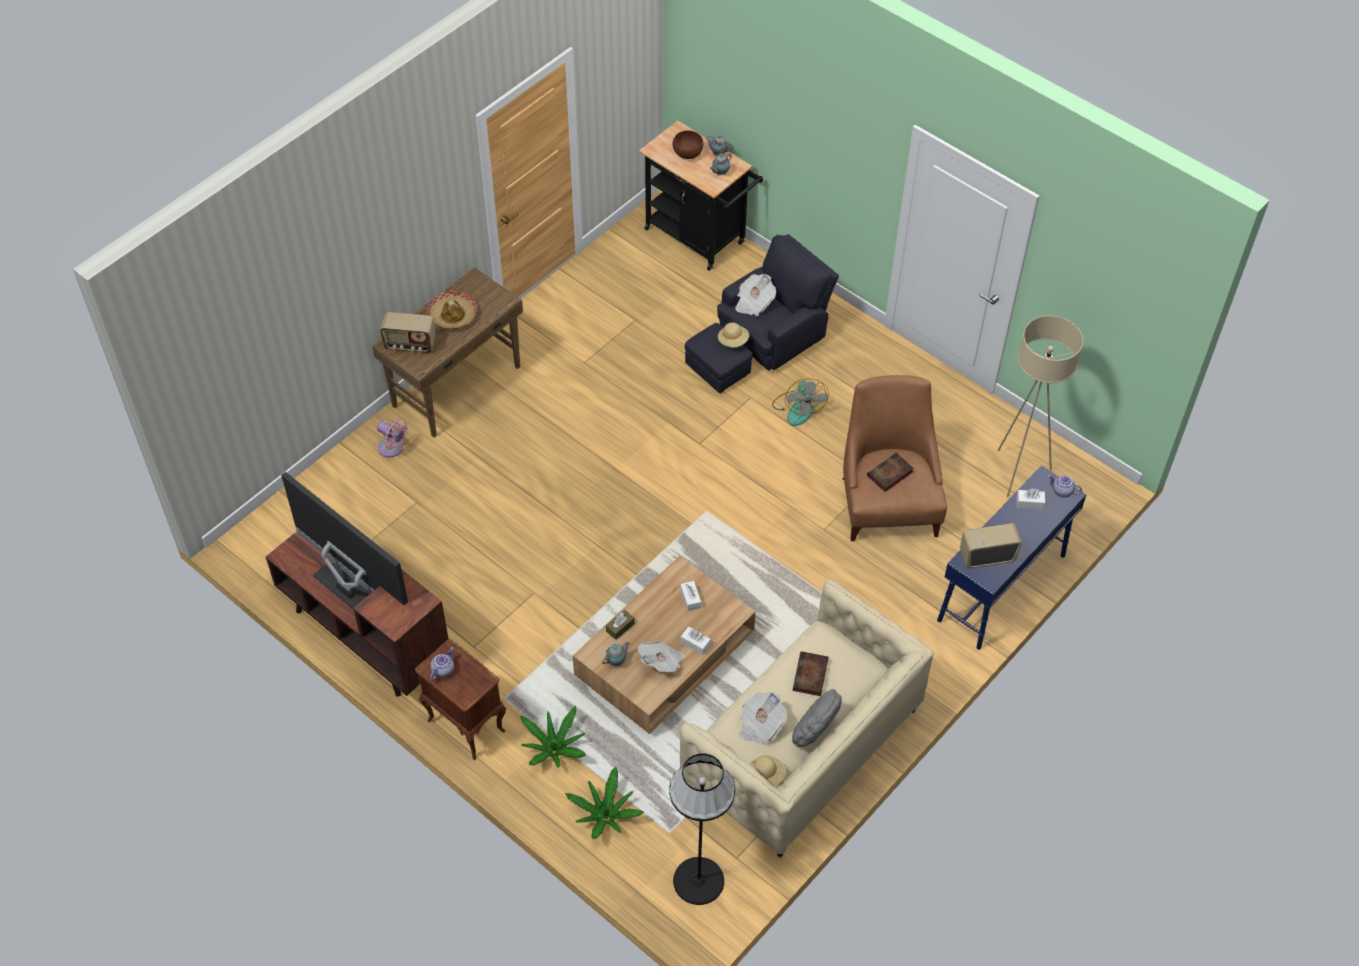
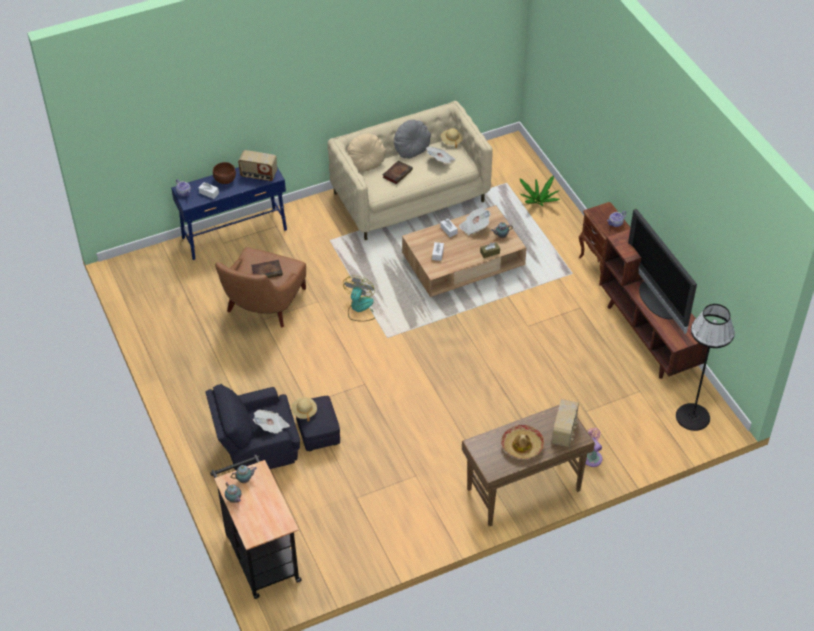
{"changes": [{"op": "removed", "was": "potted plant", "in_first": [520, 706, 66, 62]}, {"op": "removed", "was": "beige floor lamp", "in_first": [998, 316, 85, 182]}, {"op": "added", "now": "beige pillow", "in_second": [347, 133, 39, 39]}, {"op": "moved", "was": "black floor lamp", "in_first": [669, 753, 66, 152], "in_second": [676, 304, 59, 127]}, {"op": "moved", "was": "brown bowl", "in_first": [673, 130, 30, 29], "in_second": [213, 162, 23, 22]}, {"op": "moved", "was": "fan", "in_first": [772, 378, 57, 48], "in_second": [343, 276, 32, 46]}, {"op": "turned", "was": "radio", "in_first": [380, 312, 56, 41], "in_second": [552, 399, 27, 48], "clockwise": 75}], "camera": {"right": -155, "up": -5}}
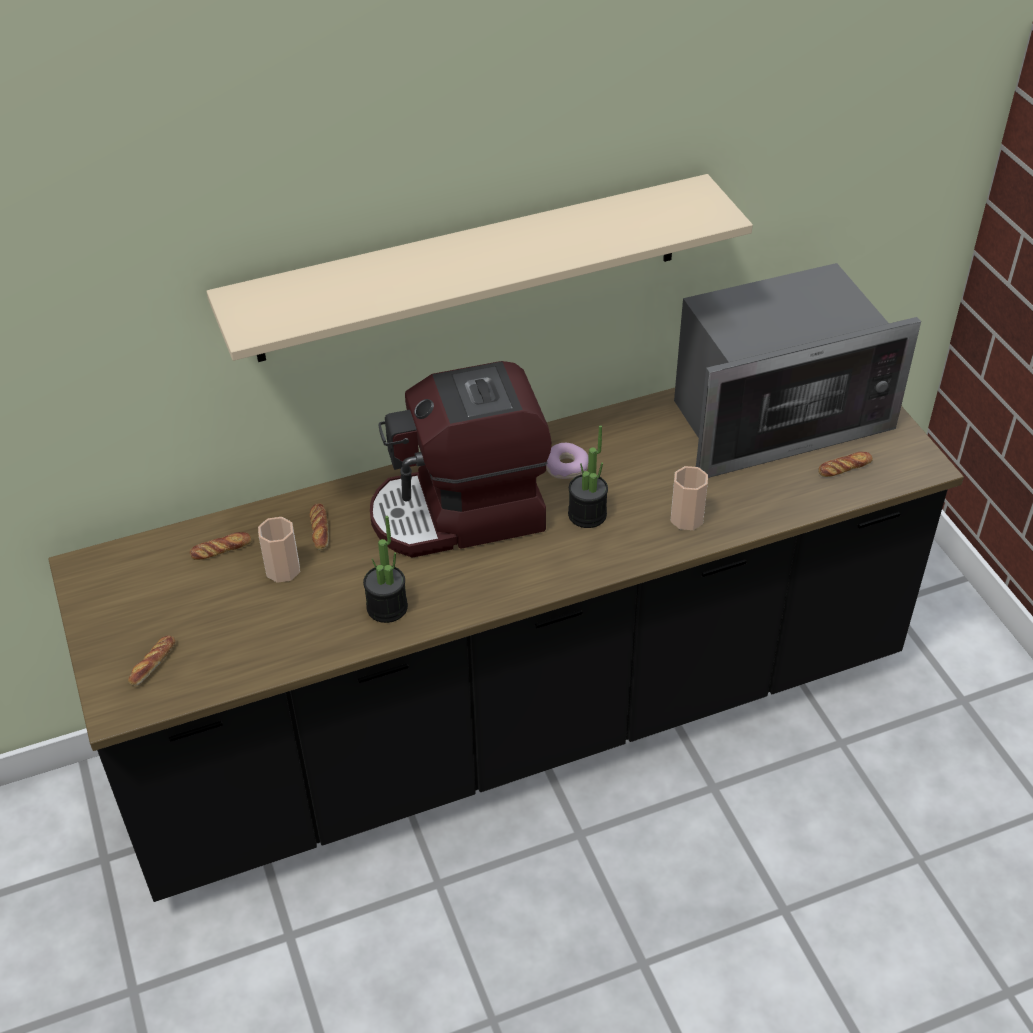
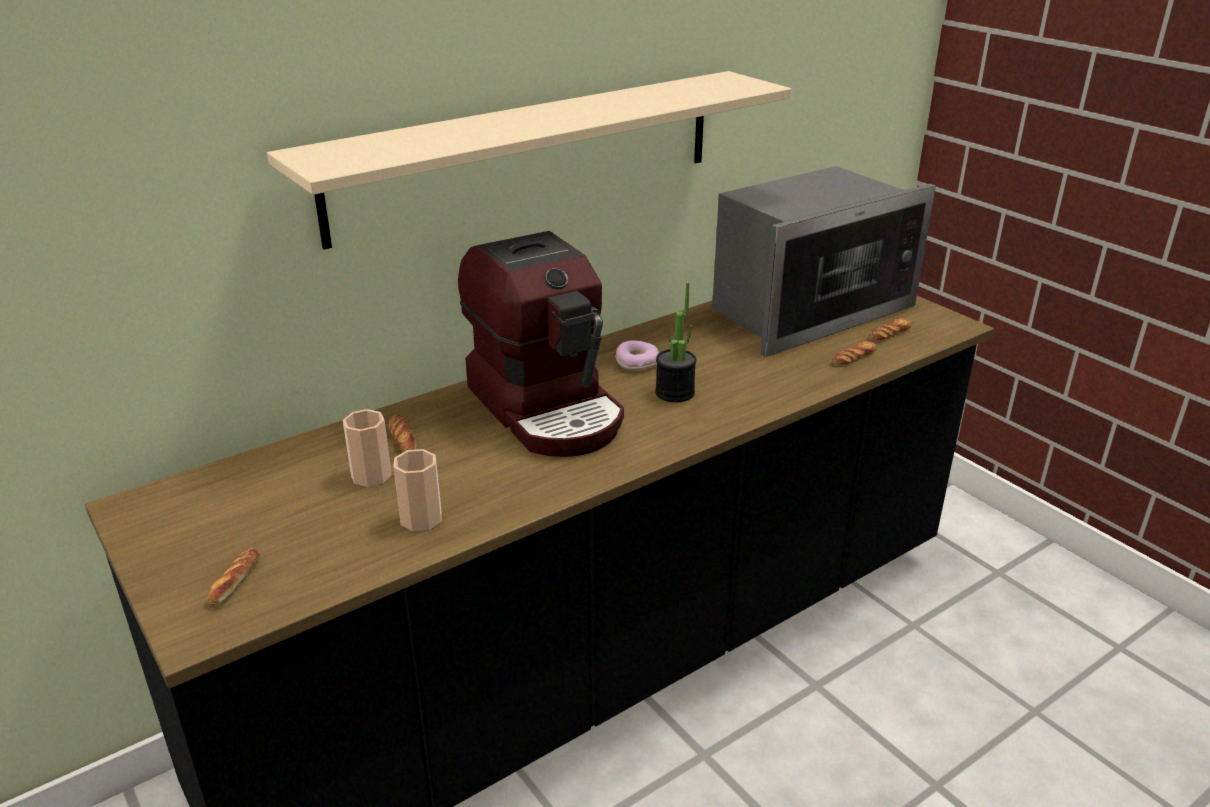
{"changes": [{"op": "removed", "was": "potted plant", "in_first": [363, 516, 45, 107]}, {"op": "moved", "was": "bread", "in_first": [190, 532, 62, 28], "in_second": [832, 341, 45, 25]}, {"op": "moved", "was": "cup", "in_first": [671, 466, 37, 64], "in_second": [393, 449, 49, 82]}, {"op": "turned", "was": "coffee machine", "in_first": [370, 361, 182, 197], "in_second": [458, 231, 166, 226], "clockwise": -90}], "camera": {"right": -15, "up": -15}}
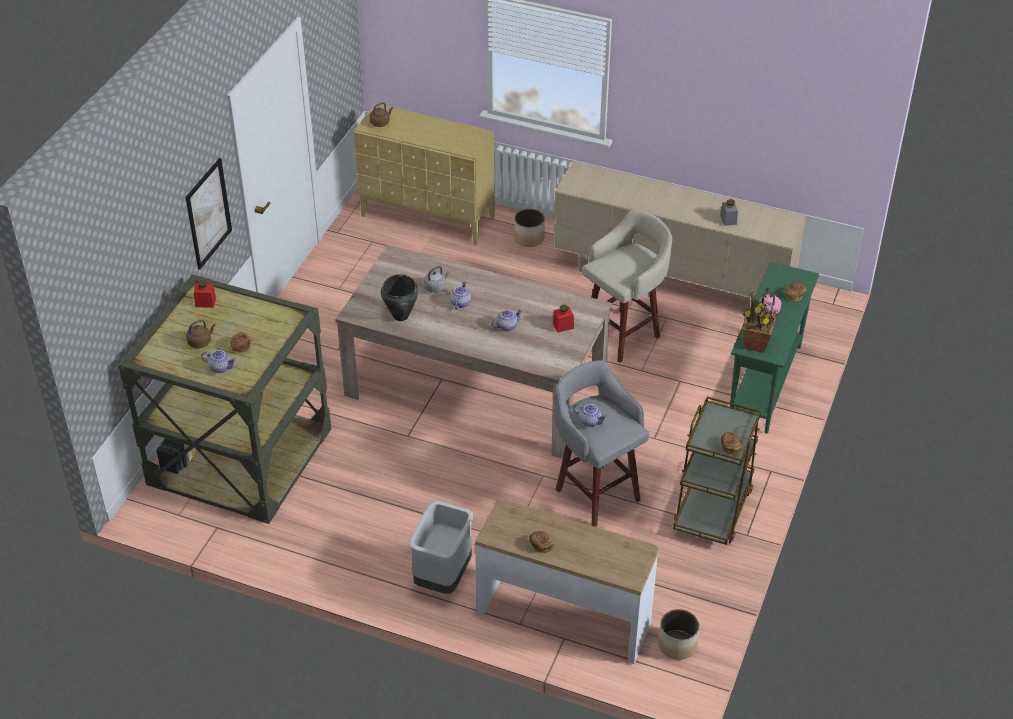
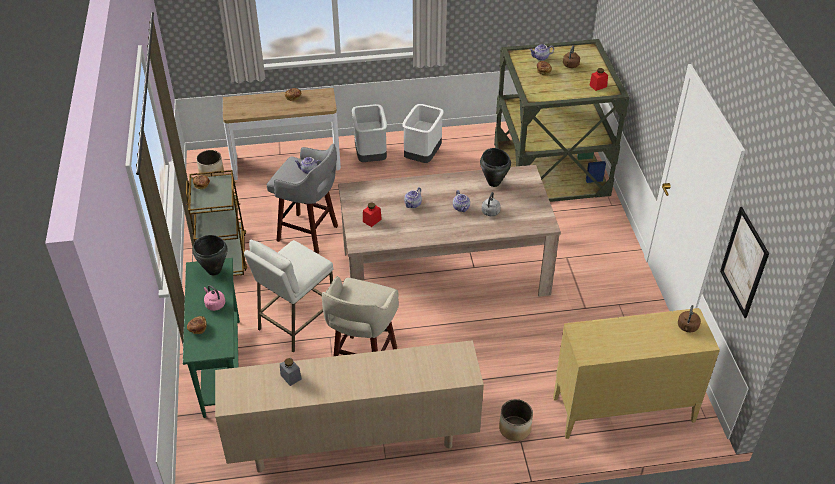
{"changes": [{"op": "added", "now": "white stool", "in_second": [244, 240, 90, 113]}, {"op": "added", "now": "white trash can", "in_second": [402, 104, 42, 59]}, {"op": "moved", "was": "picture", "in_first": [186, 158, 46, 112], "in_second": [720, 207, 49, 111]}, {"op": "replaced", "was": "potted plant", "now": "black cooking pot", "in_first": [742, 288, 36, 65], "in_second": [193, 235, 35, 40]}], "camera": {"right": 150, "up": 0}}
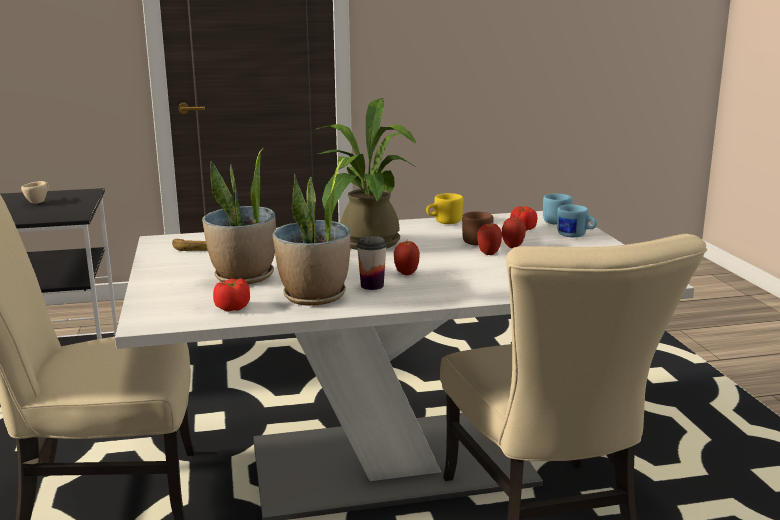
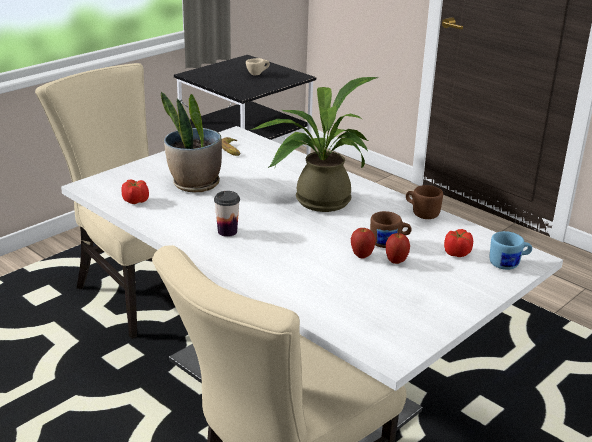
{"changes": [{"op": "removed", "was": "potted plant", "in_first": [272, 158, 78, 148]}, {"op": "removed", "was": "apple", "in_first": [394, 241, 26, 34]}, {"op": "removed", "was": "blue mug", "in_first": [557, 205, 40, 32]}, {"op": "recoloured", "was": "yellow mug", "now": "brown mug", "in_first": [426, 193, 37, 31], "in_second": [406, 185, 37, 34]}], "camera": {"right": 55, "up": 10}}
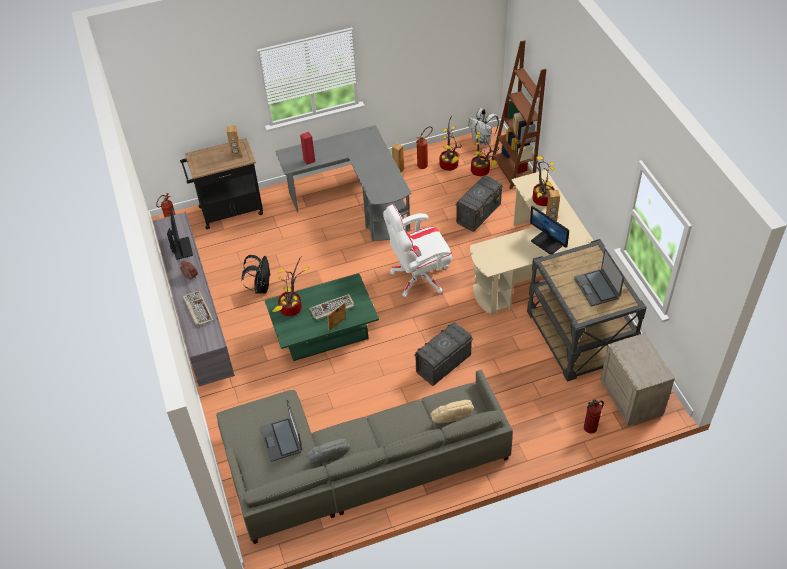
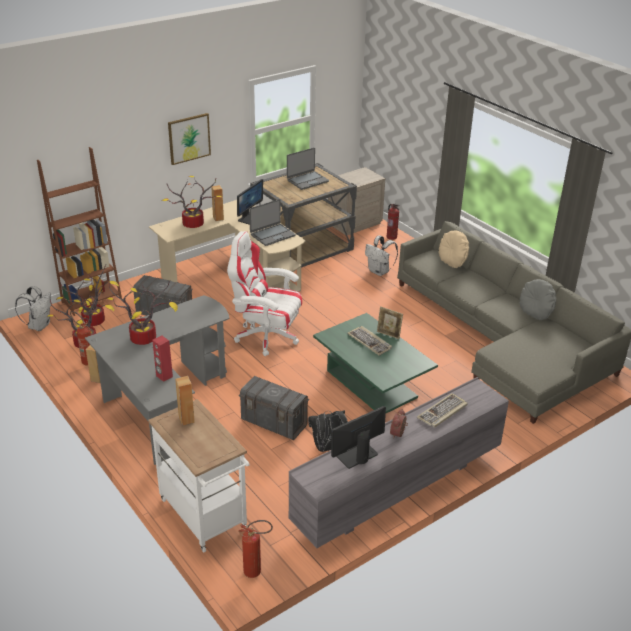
{"changes": [{"op": "added", "now": "picture", "in_second": [168, 113, 43, 52]}, {"op": "added", "now": "white backpack", "in_second": [365, 235, 33, 41]}, {"op": "moved", "was": "laptop", "in_first": [260, 400, 42, 62], "in_second": [249, 199, 47, 47]}, {"op": "moved", "was": "potted plant", "in_first": [272, 256, 38, 60], "in_second": [107, 281, 71, 64]}, {"op": "moved", "was": "grey storage box", "in_first": [414, 322, 59, 64], "in_second": [239, 376, 70, 64]}, {"op": "recoloured", "was": "black cart", "now": "white cart", "in_first": [180, 138, 83, 92], "in_second": [148, 399, 101, 153]}, {"op": "turned", "was": "white office chair", "in_first": [383, 204, 69, 93], "in_second": [227, 231, 75, 125], "clockwise": 150}], "camera": {"right": -110, "up": -15}}
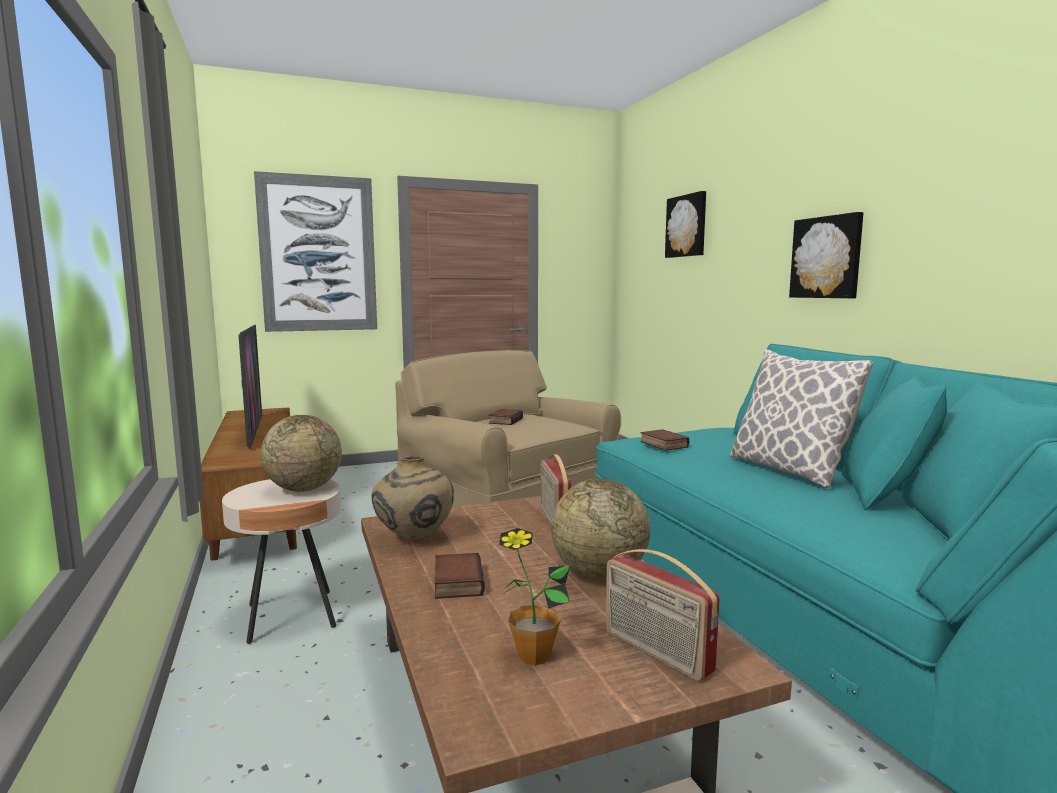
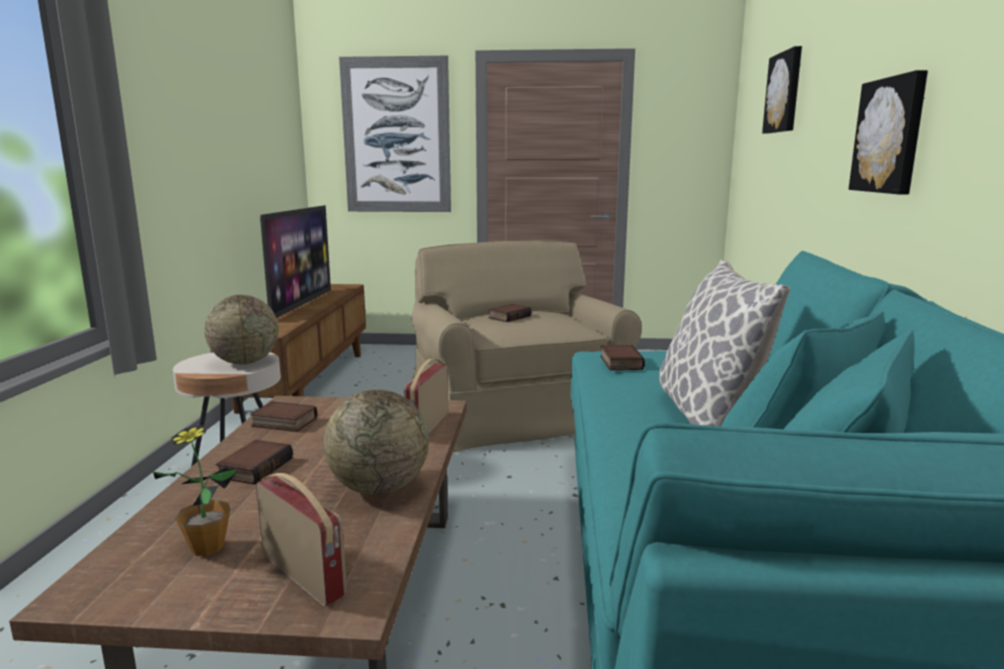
{"changes": [{"op": "replaced", "was": "beige vase", "now": "book", "in_first": [372, 456, 82, 85], "in_second": [250, 402, 67, 30]}, {"op": "turned", "was": "radio", "in_first": [606, 549, 113, 132], "in_second": [256, 473, 91, 133], "clockwise": 150}], "camera": {"right": 25, "up": 5}}
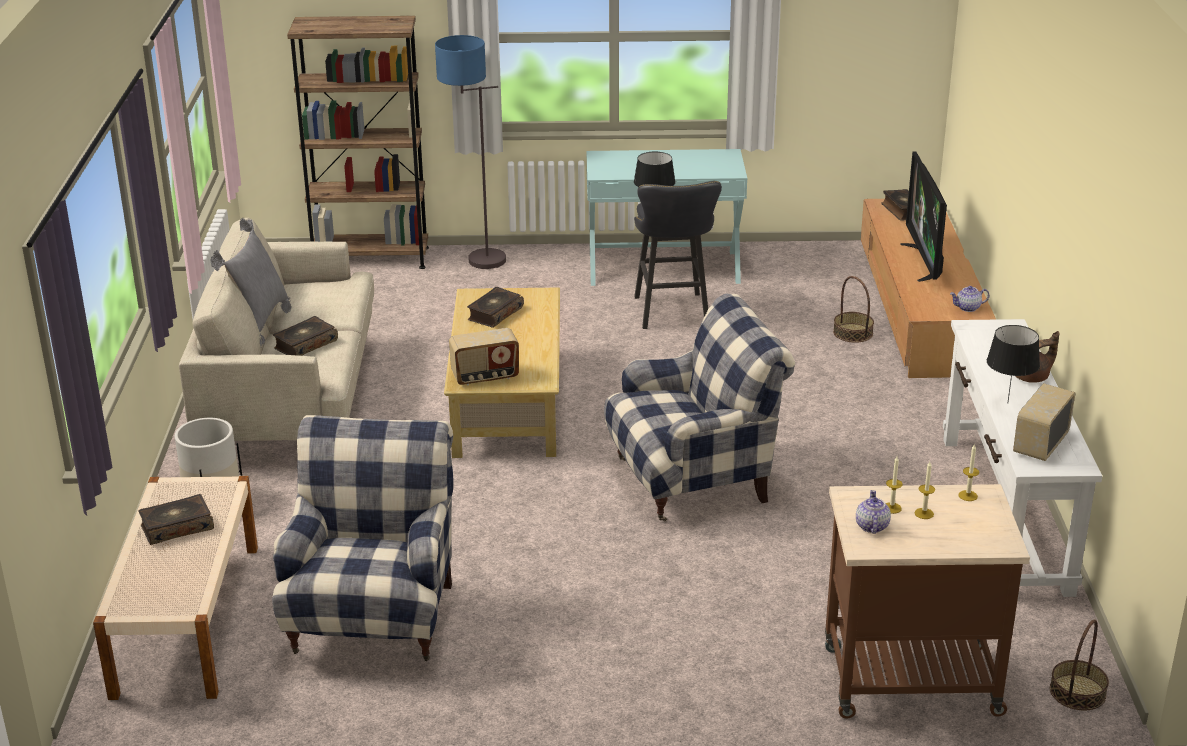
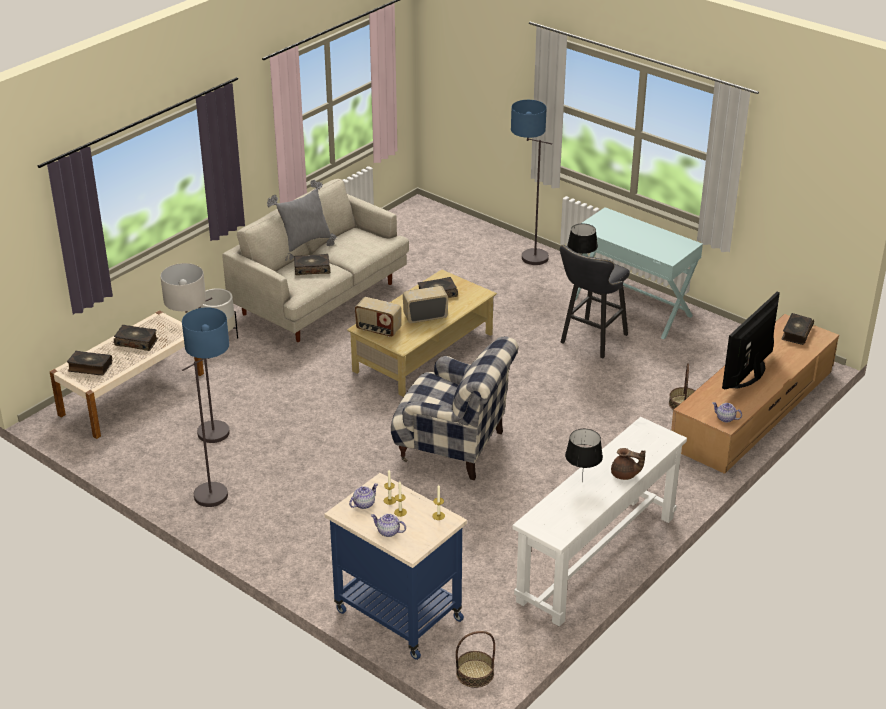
{"changes": [{"op": "removed", "was": "brown bookcase", "in_first": [287, 16, 142, 253]}, {"op": "added", "now": "book", "in_second": [67, 351, 45, 25]}, {"op": "added", "now": "blue floor lamp", "in_second": [182, 307, 47, 200]}, {"op": "added", "now": "teapot", "in_second": [371, 513, 35, 24]}, {"op": "moved", "was": "radio", "in_first": [1013, 383, 63, 78], "in_second": [403, 286, 45, 37]}, {"op": "replaced", "was": "armchair", "now": "grey floor lamp", "in_first": [272, 415, 182, 246], "in_second": [160, 263, 70, 180]}, {"op": "recoloured", "was": "brown cart", "now": "blue cart", "in_first": [825, 484, 205, 235], "in_second": [325, 473, 142, 187]}], "camera": {"right": 40, "up": 5}}
